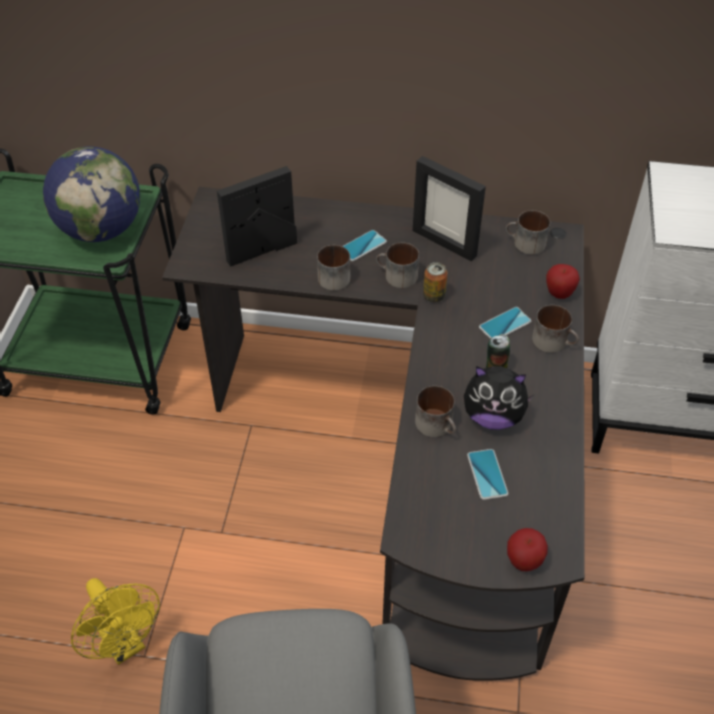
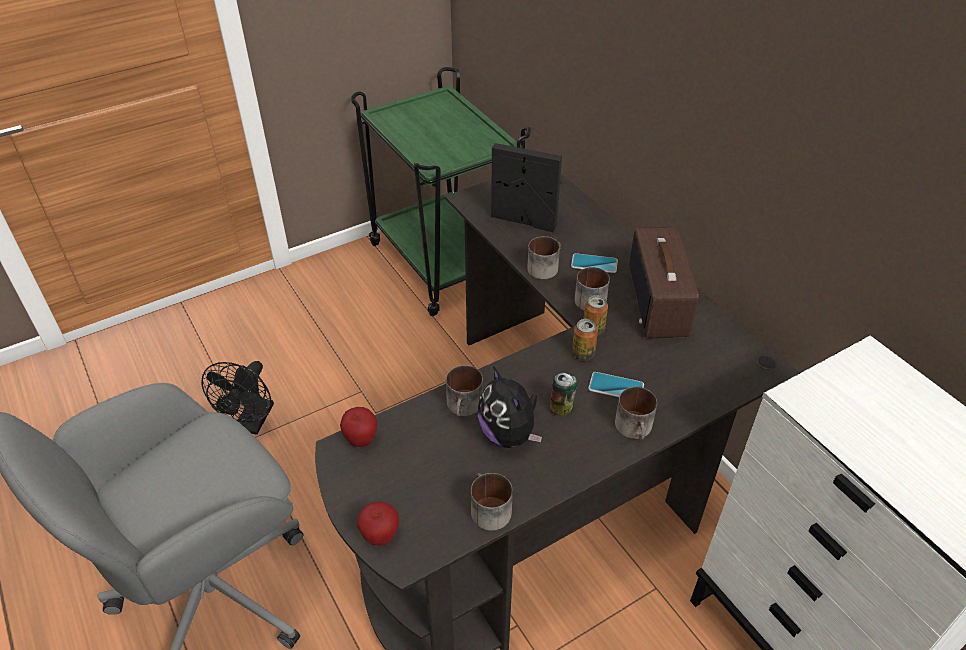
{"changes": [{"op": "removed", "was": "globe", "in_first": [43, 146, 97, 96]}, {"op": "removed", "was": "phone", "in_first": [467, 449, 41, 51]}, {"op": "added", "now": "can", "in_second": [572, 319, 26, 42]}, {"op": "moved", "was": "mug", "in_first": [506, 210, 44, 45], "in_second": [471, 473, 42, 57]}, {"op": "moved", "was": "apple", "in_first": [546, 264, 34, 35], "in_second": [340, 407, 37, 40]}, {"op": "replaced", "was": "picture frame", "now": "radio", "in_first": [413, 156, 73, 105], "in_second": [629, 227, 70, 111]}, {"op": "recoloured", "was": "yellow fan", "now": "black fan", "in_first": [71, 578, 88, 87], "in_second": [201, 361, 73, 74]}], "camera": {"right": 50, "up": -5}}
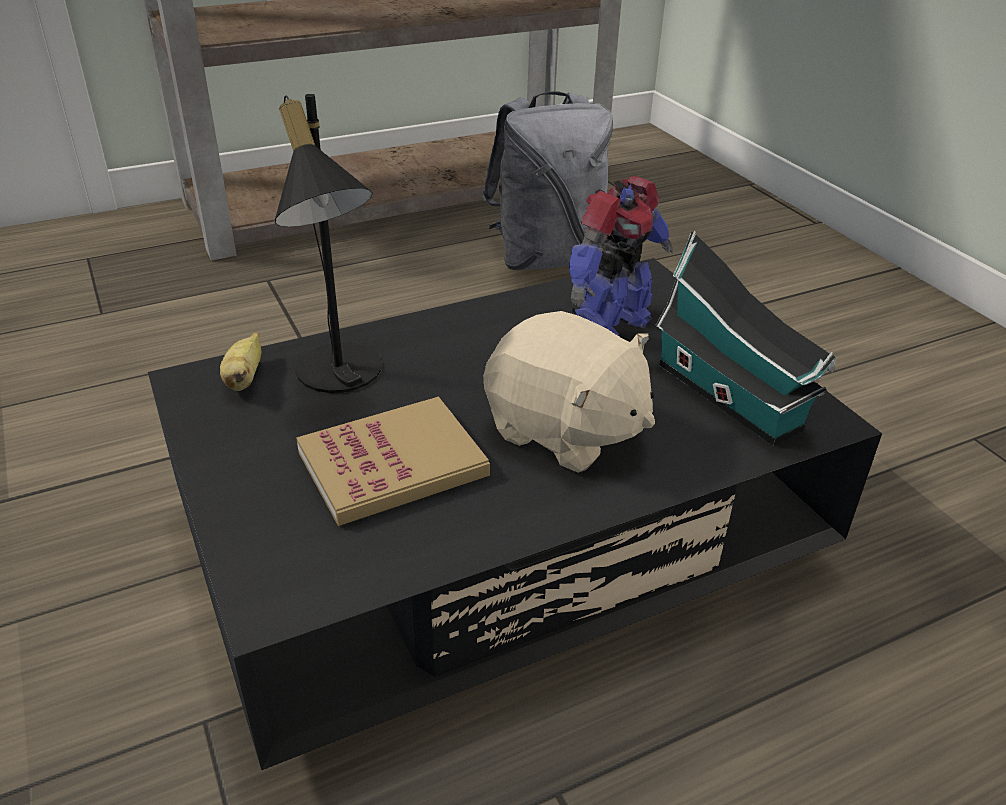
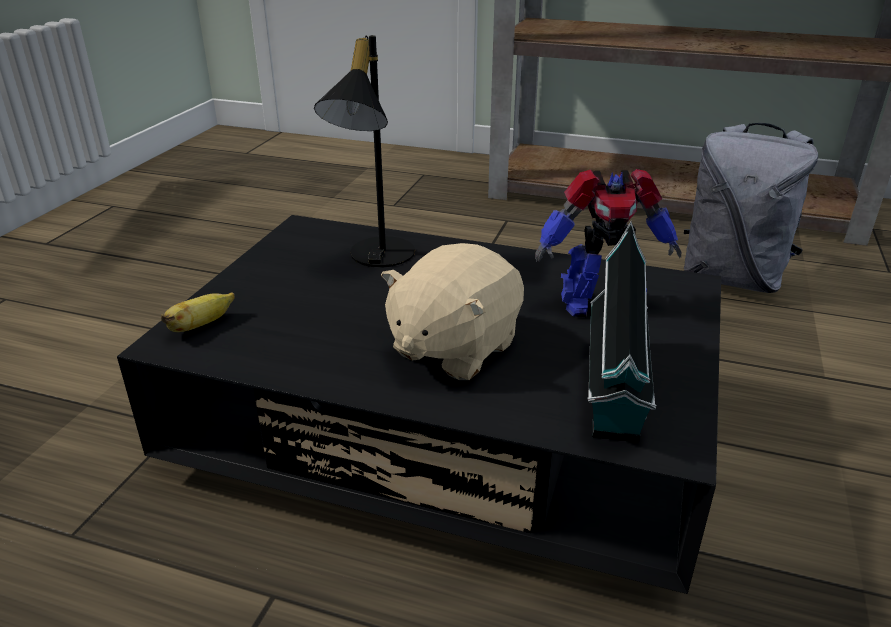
{"changes": [{"op": "removed", "was": "book", "in_first": [296, 397, 194, 129]}, {"op": "moved", "was": "banana", "in_first": [220, 332, 41, 59], "in_second": [161, 293, 74, 39]}, {"op": "turned", "was": "beige plush toy", "in_first": [484, 311, 171, 162], "in_second": [381, 243, 143, 137], "clockwise": 45}], "camera": {"right": 45, "up": -5}}
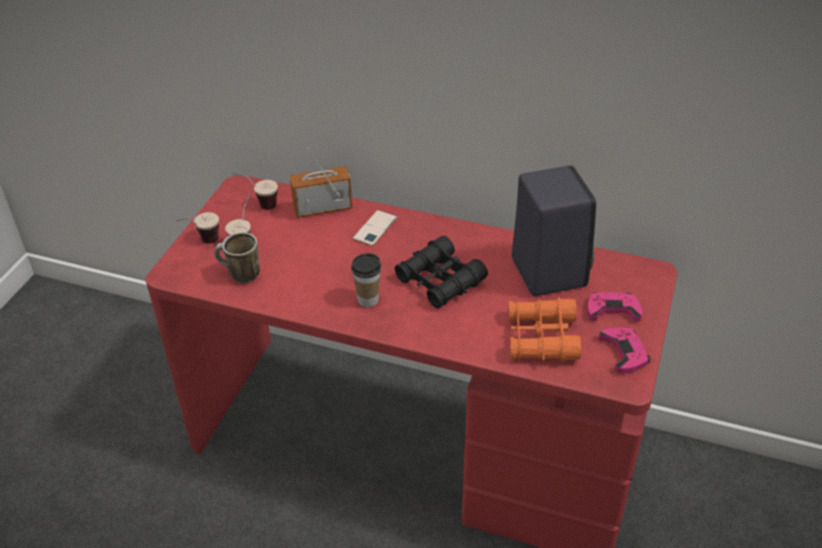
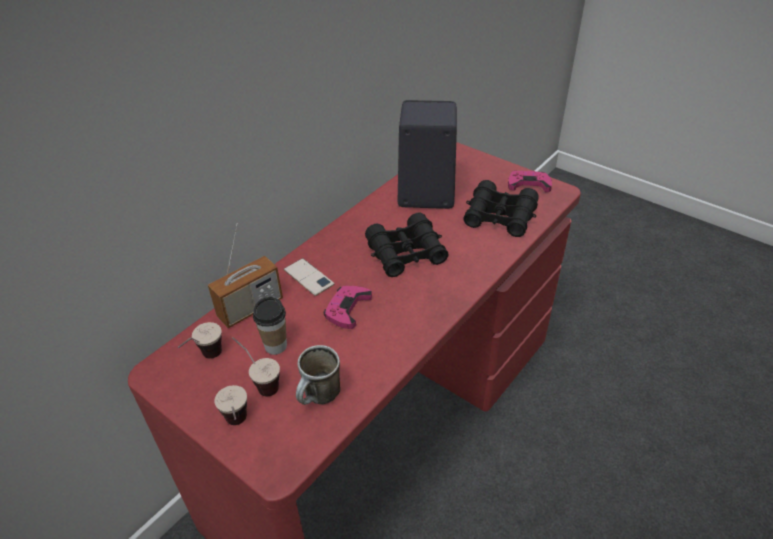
{"changes": [{"op": "moved", "was": "cup", "in_first": [351, 253, 30, 54], "in_second": [253, 297, 34, 58]}, {"op": "moved", "was": "pink game controller", "in_first": [587, 292, 55, 30], "in_second": [324, 286, 48, 43]}, {"op": "recoloured", "was": "orange binoculars", "now": "black binoculars", "in_first": [509, 297, 72, 65], "in_second": [463, 180, 76, 57]}, {"op": "turned", "was": "radio", "in_first": [290, 148, 62, 70], "in_second": [208, 224, 75, 104], "clockwise": -135}], "camera": {"right": -70, "up": 0}}
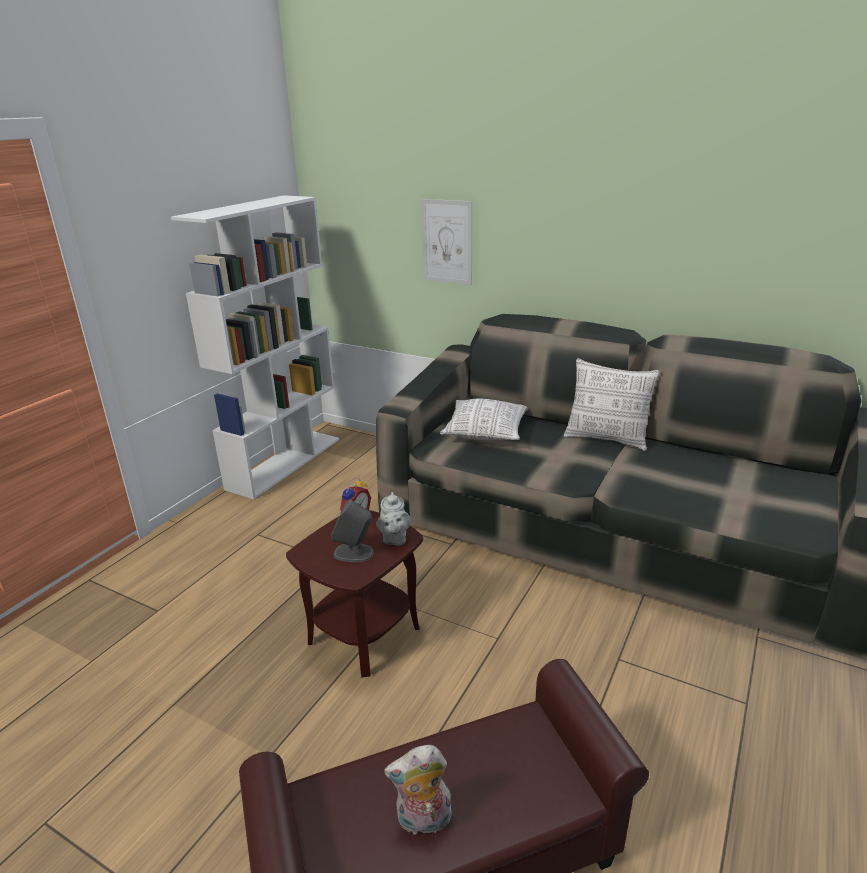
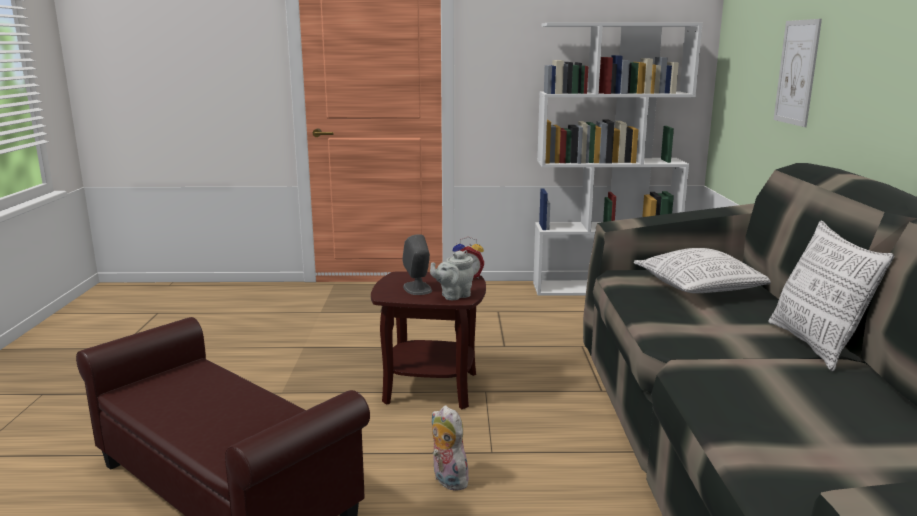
{"changes": [{"op": "moved", "was": "plush toy", "in_first": [384, 745, 68, 90], "in_second": [431, 406, 38, 85]}], "camera": {"right": 60, "up": -10}}
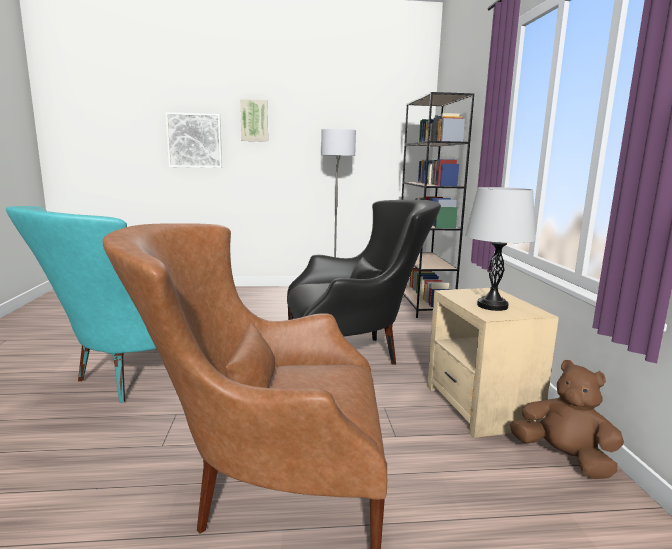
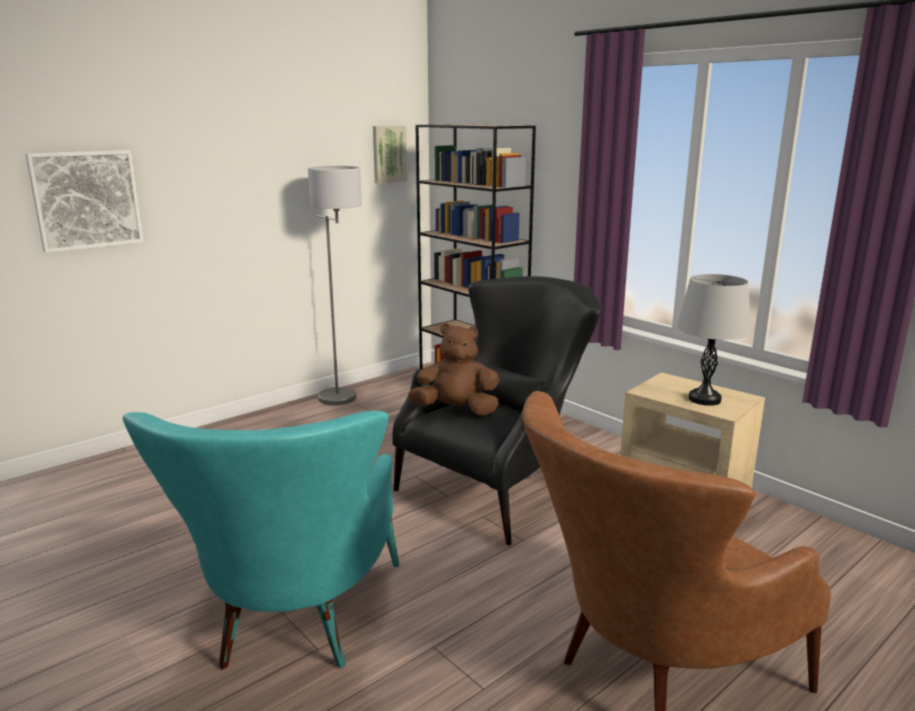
{"changes": [{"op": "moved", "was": "picture", "in_first": [240, 99, 28, 43], "in_second": [373, 126, 34, 57]}, {"op": "moved", "was": "brown plush toy", "in_first": [510, 360, 114, 119], "in_second": [408, 323, 91, 93]}], "camera": {"right": -35, "up": 5}}
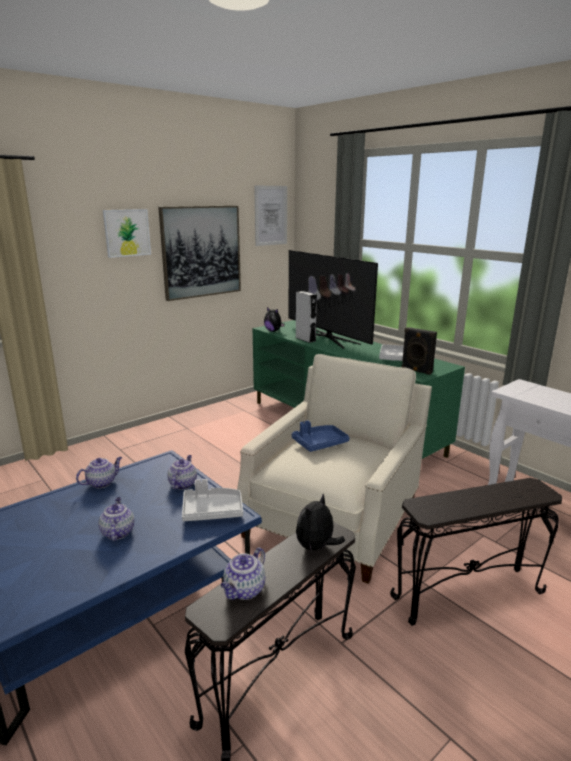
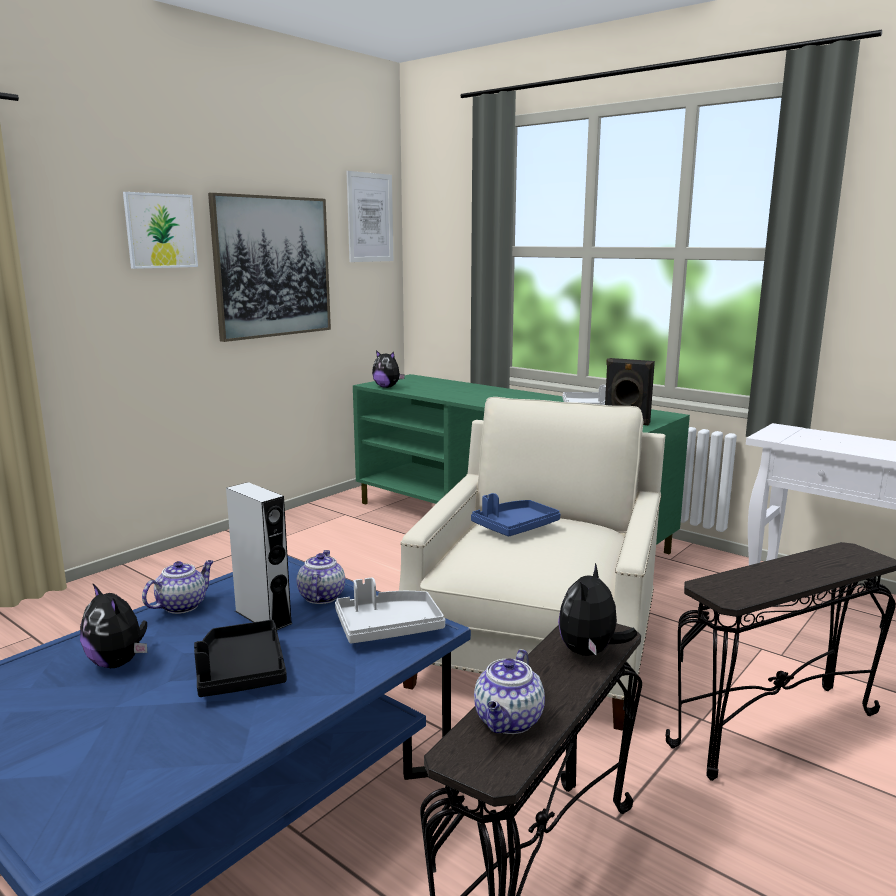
{"changes": [{"op": "removed", "was": "television", "in_first": [288, 250, 90, 99]}, {"op": "added", "now": "plush toy", "in_second": [80, 584, 67, 84]}, {"op": "moved", "was": "grey speaker", "in_first": [296, 291, 21, 52], "in_second": [226, 482, 67, 148]}, {"op": "replaced", "was": "teapot", "now": "black tray", "in_first": [98, 497, 36, 44], "in_second": [194, 620, 93, 77]}], "camera": {"right": -10, "up": -5}}
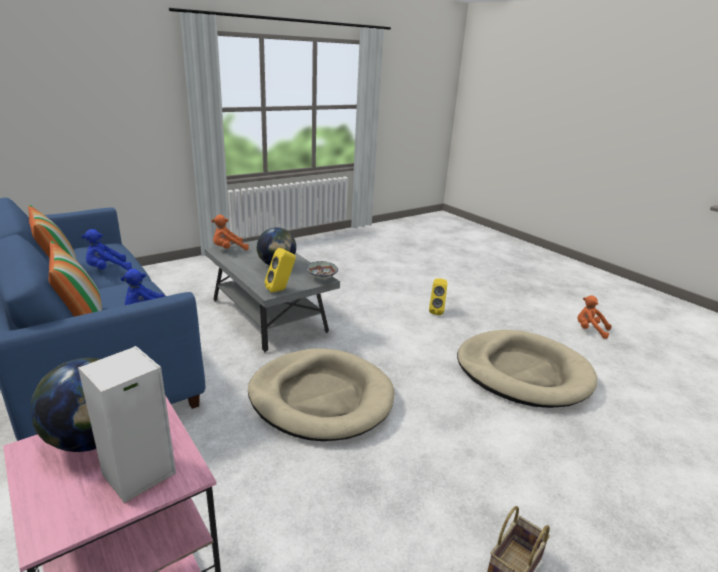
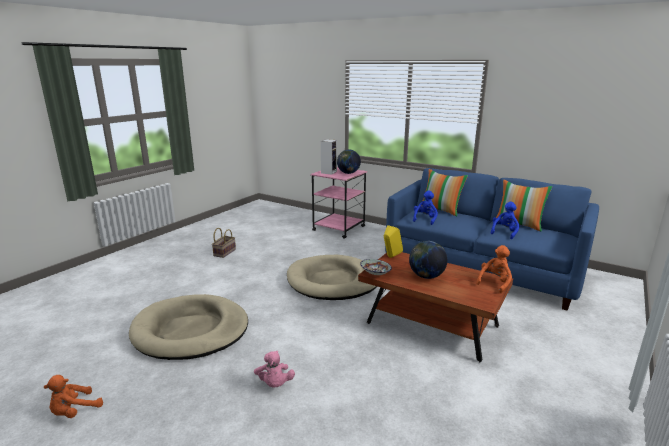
{"changes": [{"op": "replaced", "was": "yellow speaker", "now": "pink plush toy", "in_first": [429, 278, 18, 37], "in_second": [254, 351, 41, 37]}, {"op": "recoloured", "was": "grey coffee table", "now": "brown coffee table", "in_first": [205, 240, 135, 112], "in_second": [358, 252, 155, 110]}, {"op": "turned", "was": "orange plush toy", "in_first": [578, 295, 34, 44], "in_second": [44, 375, 59, 43], "clockwise": 120}], "camera": {"right": 160, "up": -5}}
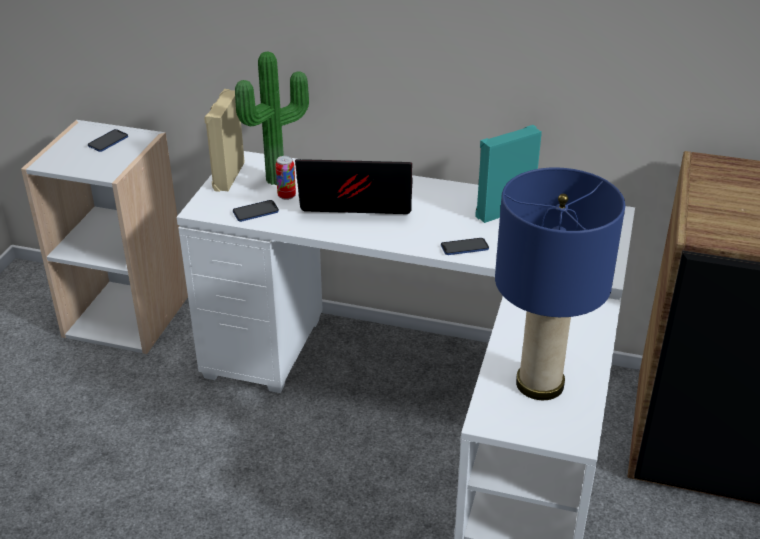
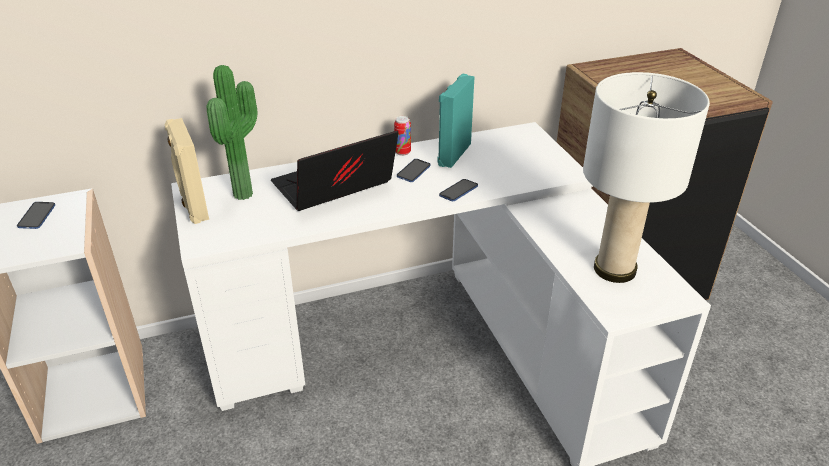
{"changes": [{"op": "moved", "was": "phone", "in_first": [233, 200, 46, 22], "in_second": [397, 159, 34, 23]}, {"op": "moved", "was": "can", "in_first": [275, 156, 21, 44], "in_second": [394, 116, 17, 40]}, {"op": "recoloured", "was": "blue table lamp", "now": "white table lamp", "in_first": [495, 167, 131, 233], "in_second": [583, 72, 127, 211]}], "camera": {"right": -35, "up": 0}}
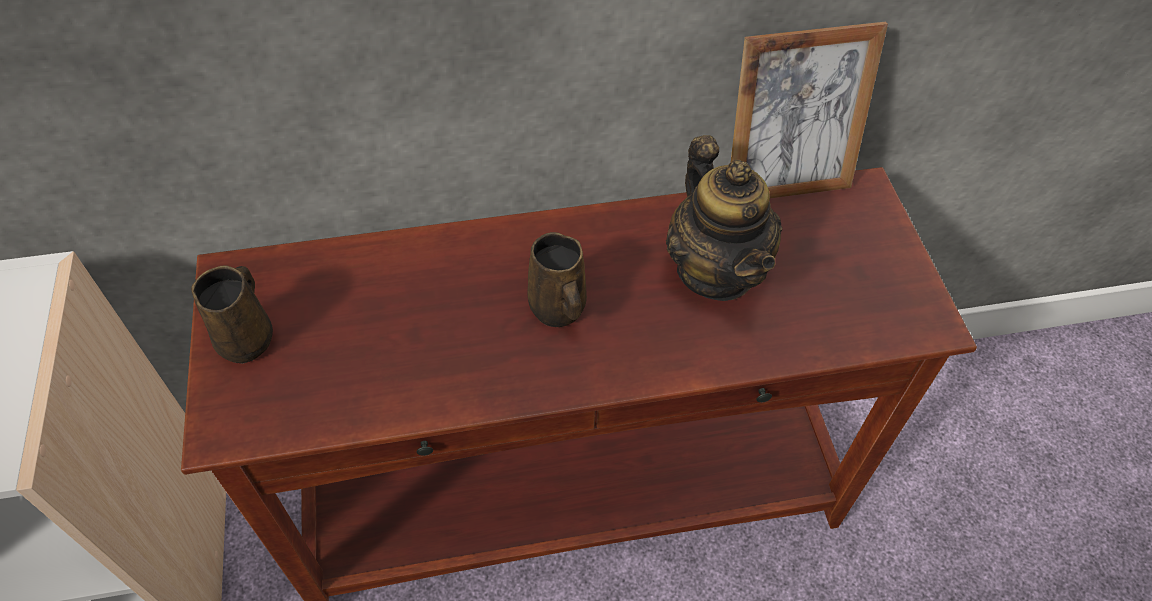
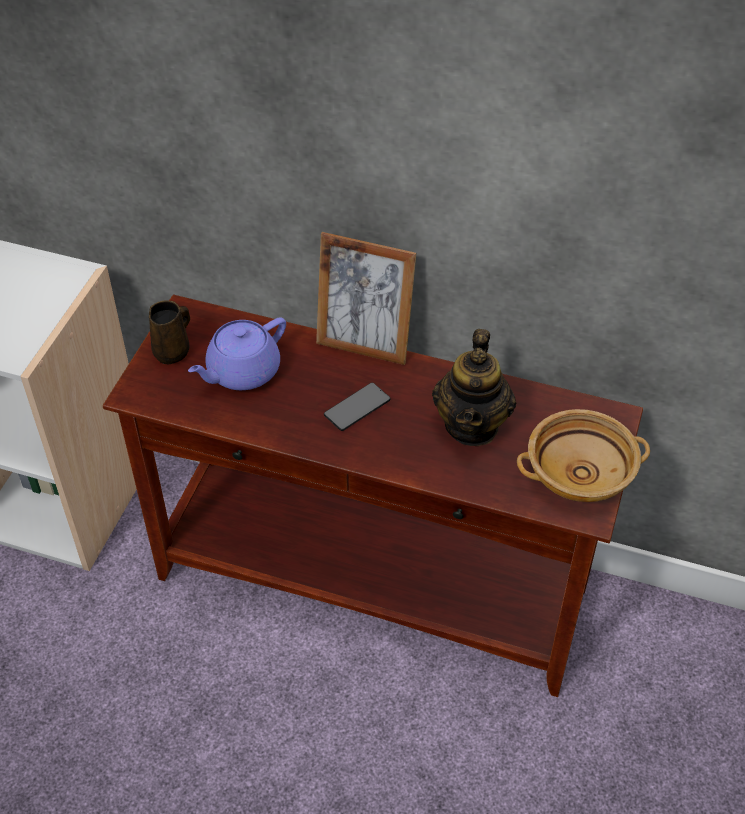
{"changes": [{"op": "added", "now": "purple teapot", "in_second": [188, 317, 98, 73]}, {"op": "added", "now": "beige bowl", "in_second": [517, 409, 133, 93]}, {"op": "moved", "was": "picture frame", "in_first": [731, 21, 157, 177], "in_second": [316, 232, 100, 133]}, {"op": "replaced", "was": "brown mug", "now": "phone", "in_first": [527, 232, 60, 95], "in_second": [324, 383, 67, 48]}], "camera": {"right": 30, "up": -5}}
